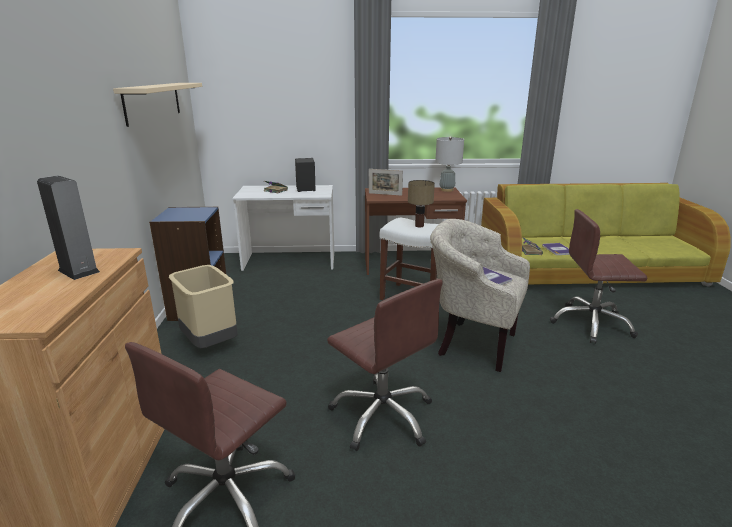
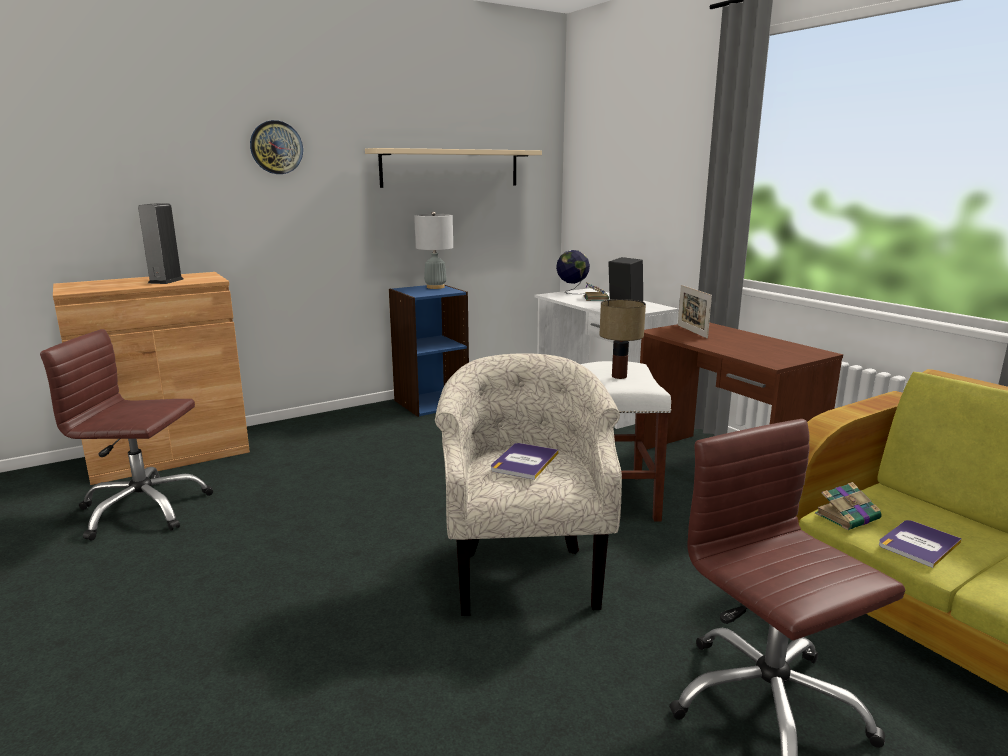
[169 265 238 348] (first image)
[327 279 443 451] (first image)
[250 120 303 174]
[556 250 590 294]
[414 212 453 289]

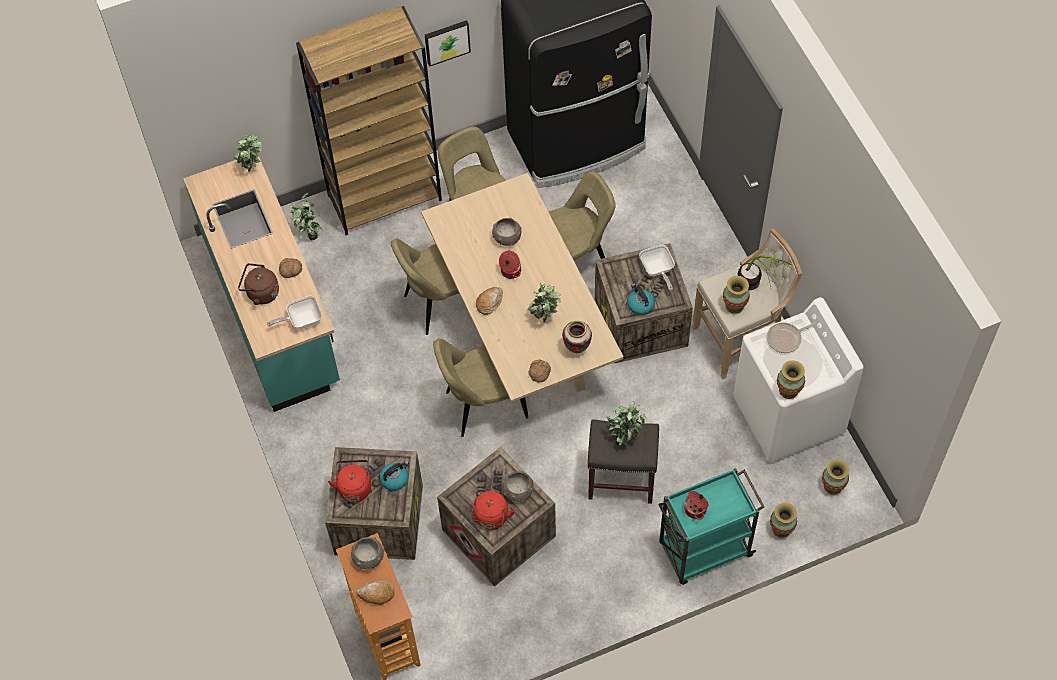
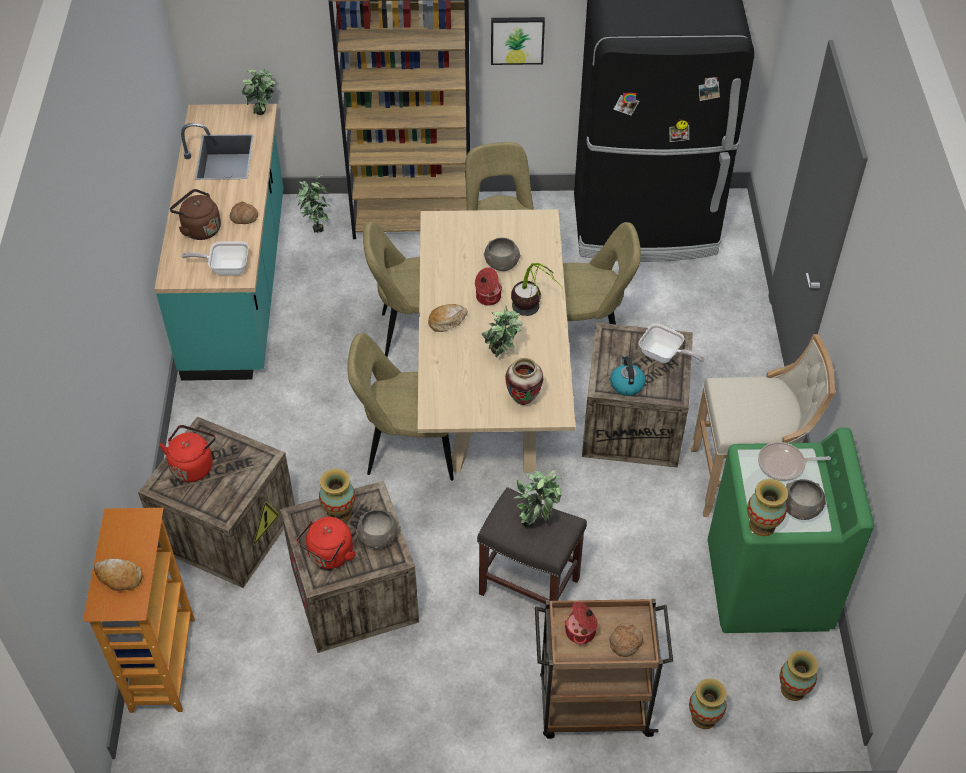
[379 461 409 491] (first image)
[786 479 826 520]
[609 623 643 657]
[319 469 355 522]
[511 263 563 316]
[535 599 673 739]
[708 428 874 633]
[639 323 705 363]

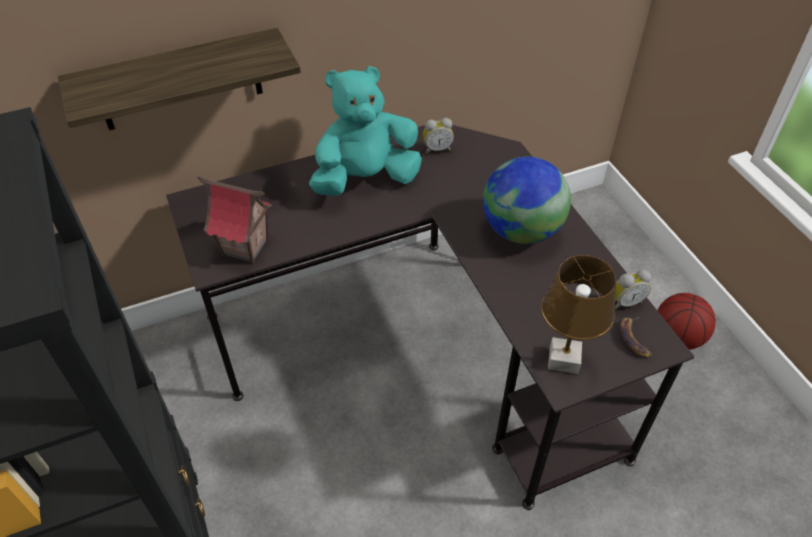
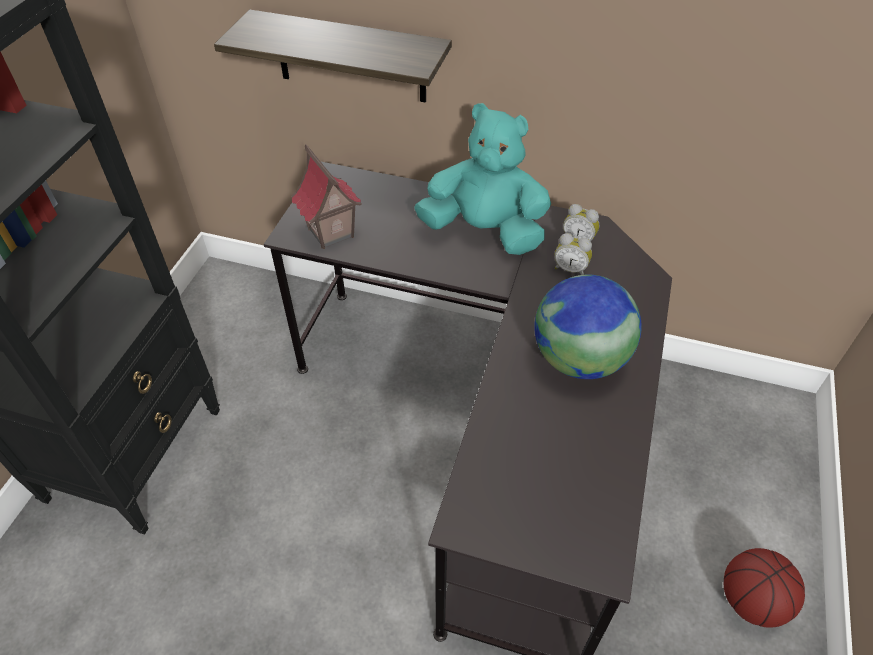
[541 255 617 374] (first image)
[619 317 652 357] (first image)
[554 233 592 275]

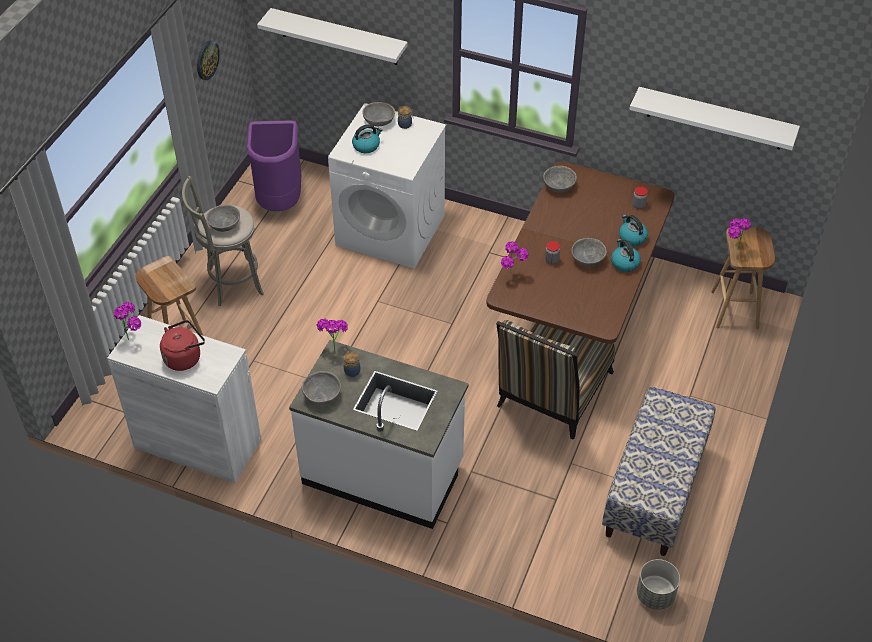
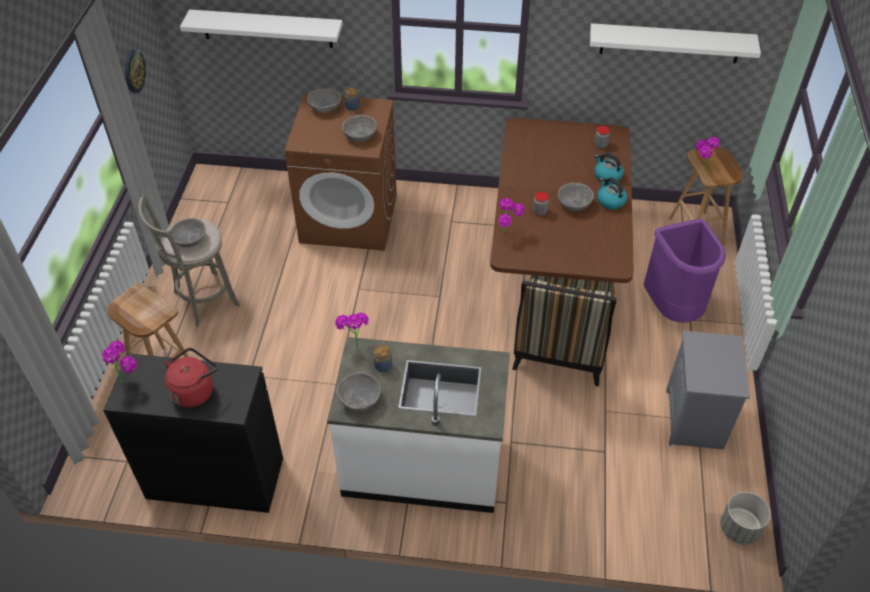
[352 124 382 153] (first image)
[644 219 726 323]
[342 115 377 142]
[666 331 750 450]
[103 353 283 513]
[284 93 397 251]

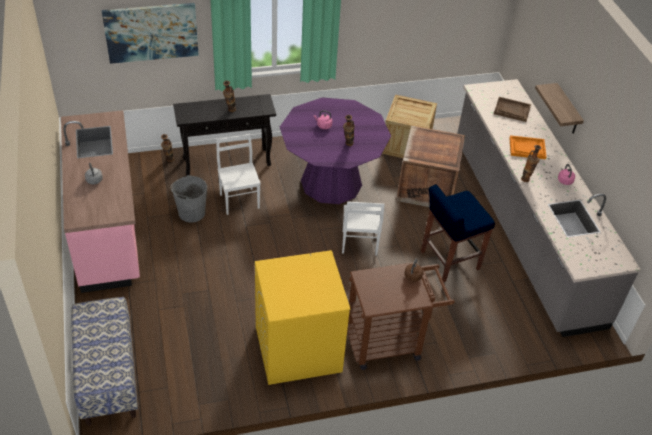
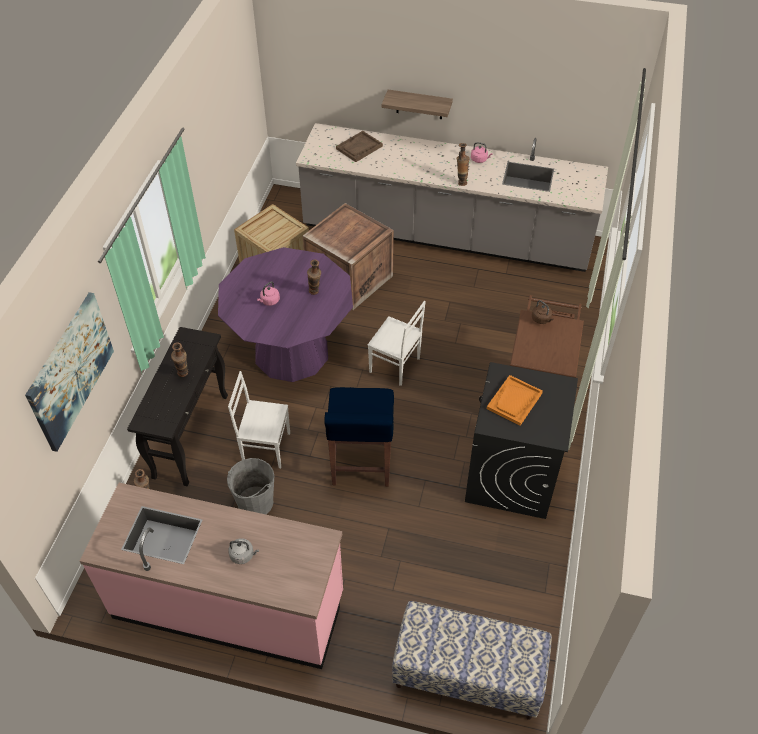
[324 387 394 487]
[487 375 543 426]
[465 362 578 519]

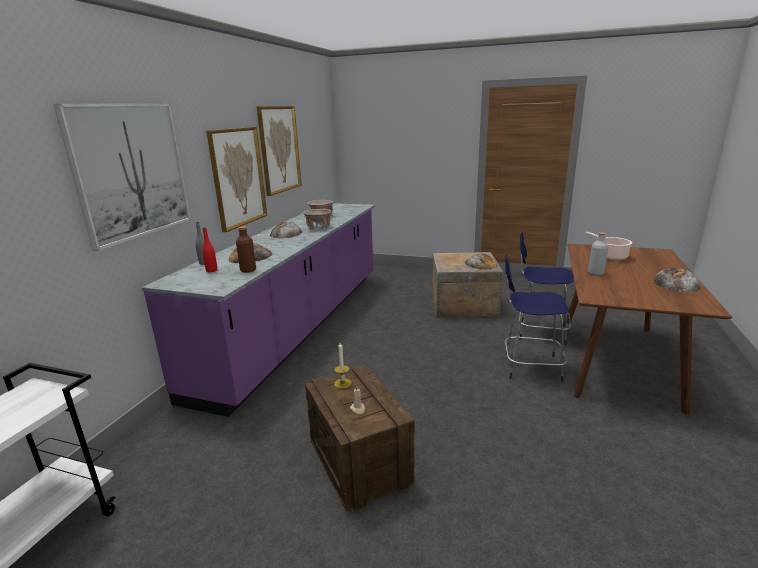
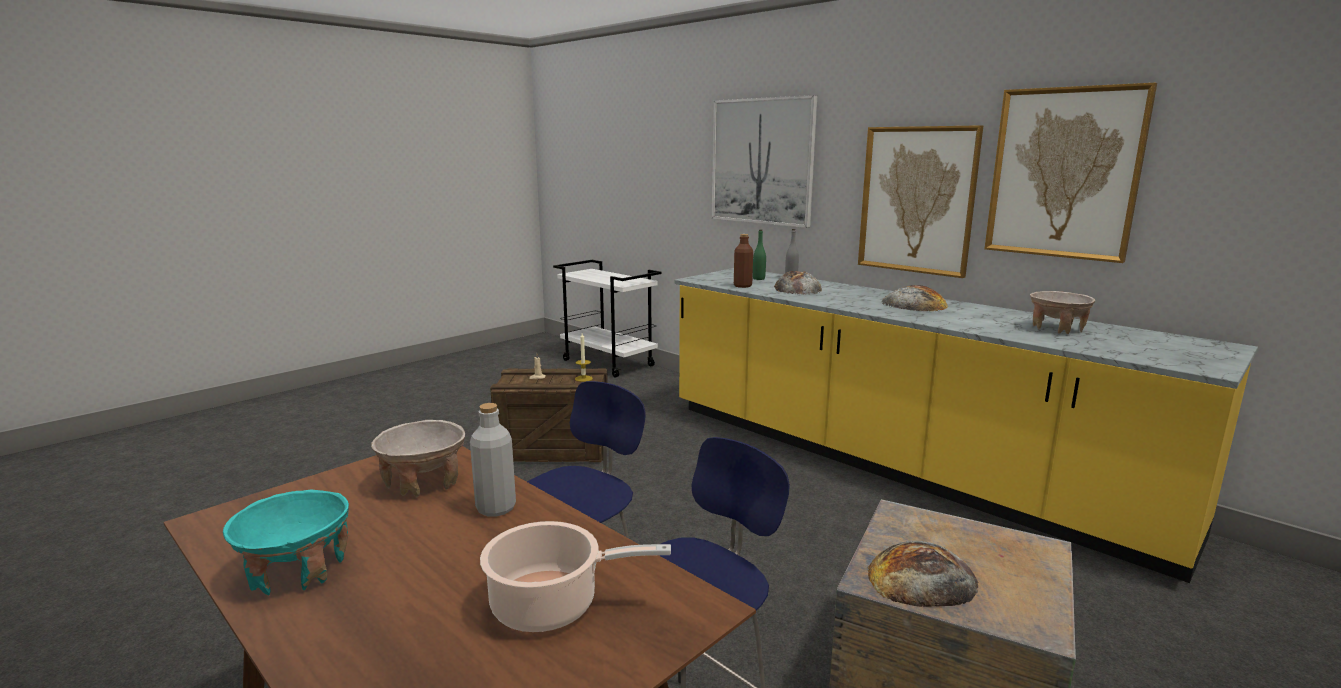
[371 420 465 497]
[223 490 349 595]
[675 268 1258 583]
[753 229 766 280]

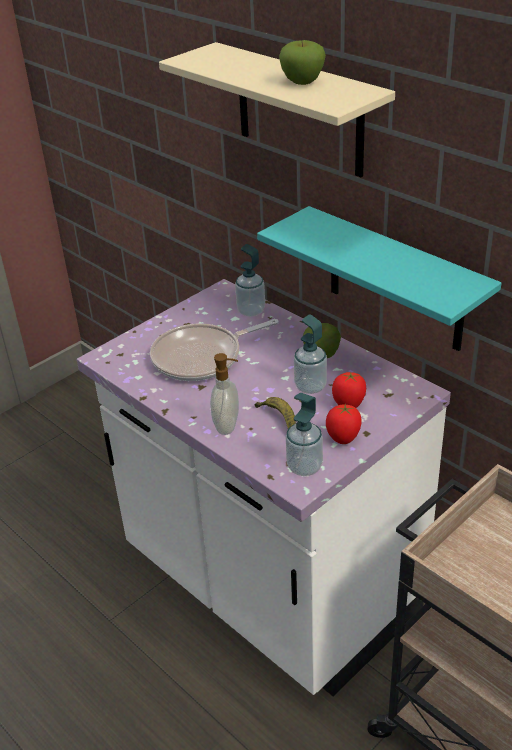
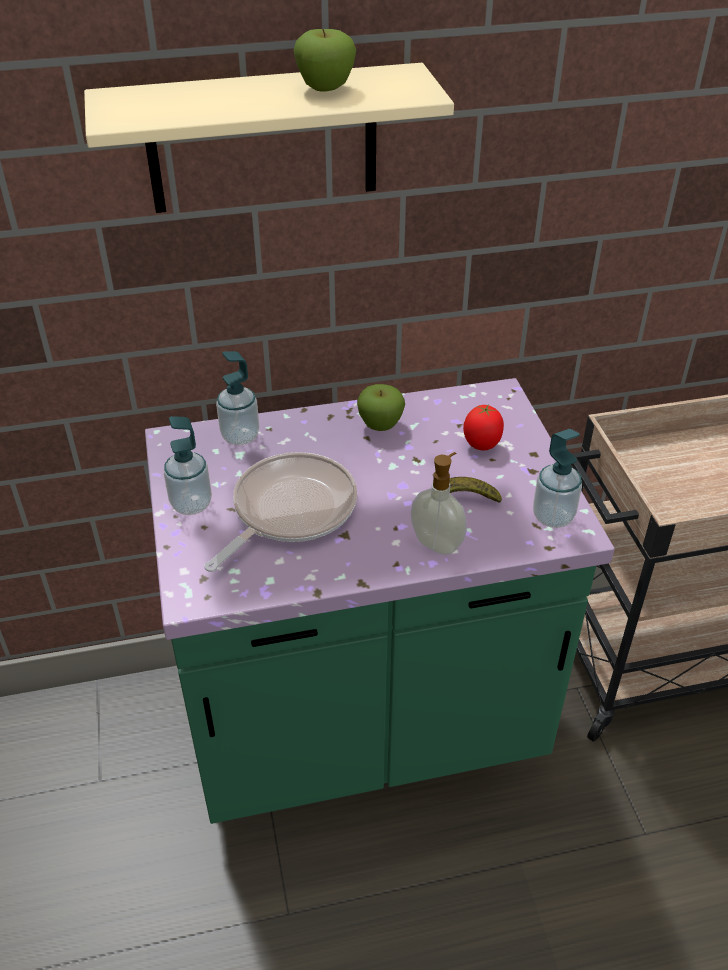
[257 206 502 351] (first image)
[326 404 362 444] (first image)
[164 416 211 515]
[145 378 615 824]
[204 452 357 572]

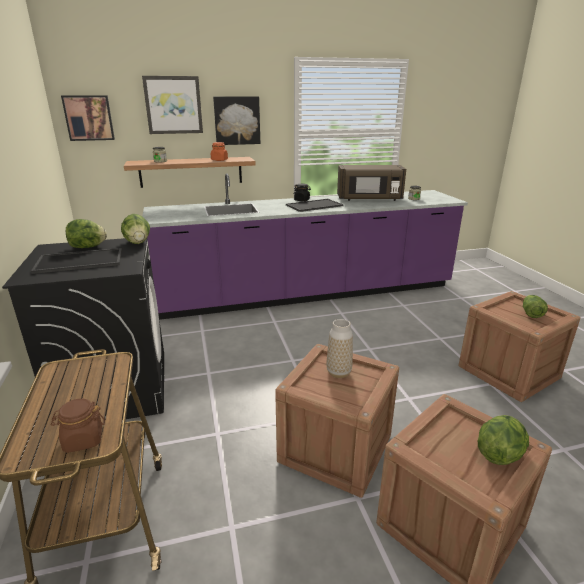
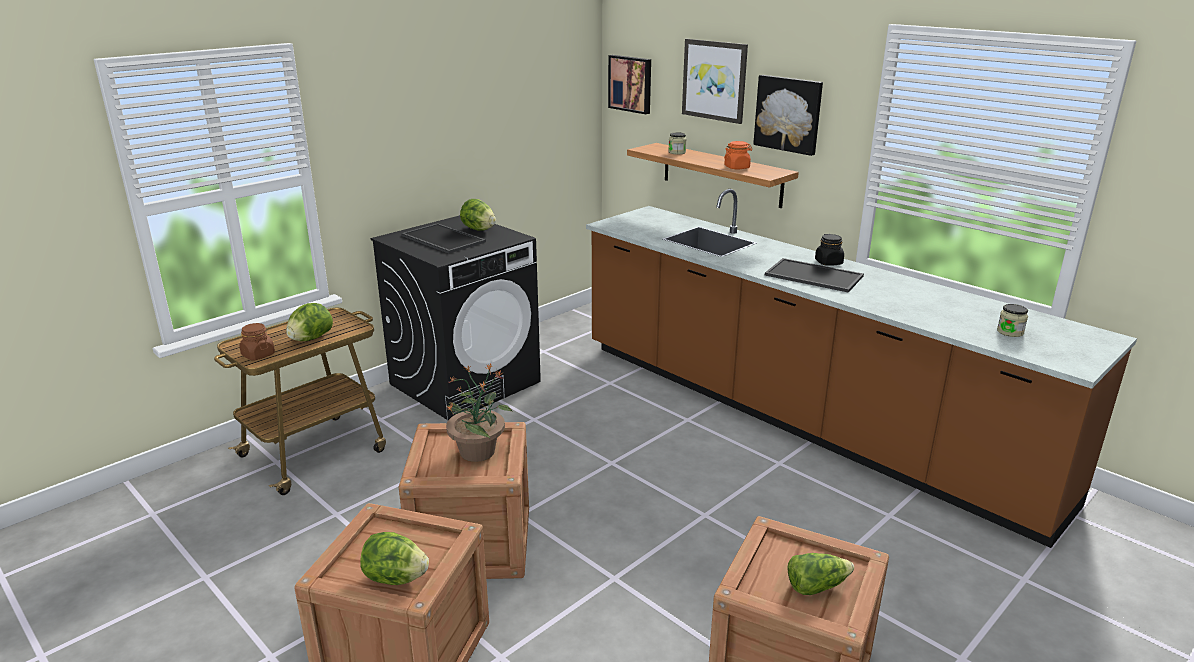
[337 165 406 201] (first image)
[286 303 333 341]
[446 363 513 462]
[586 189 1137 548]

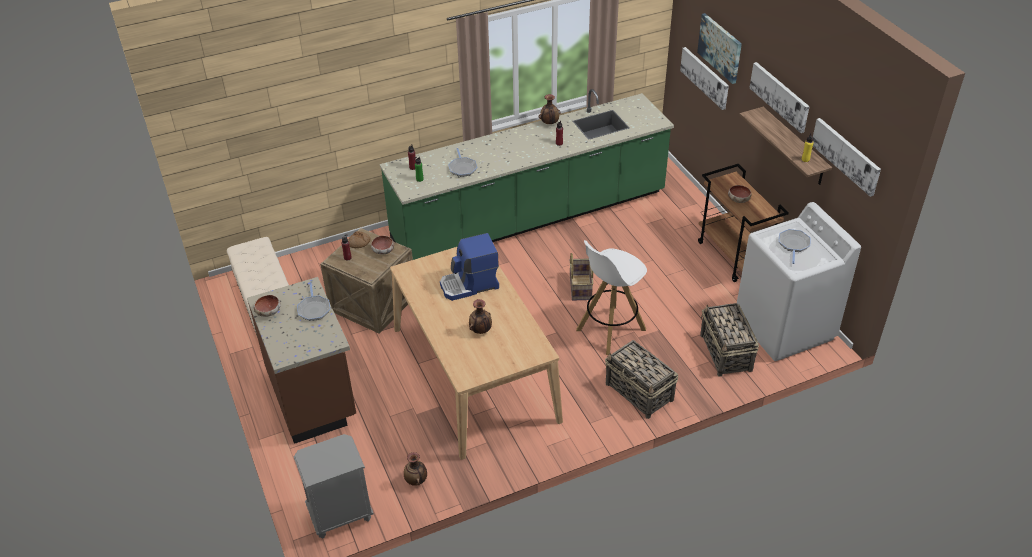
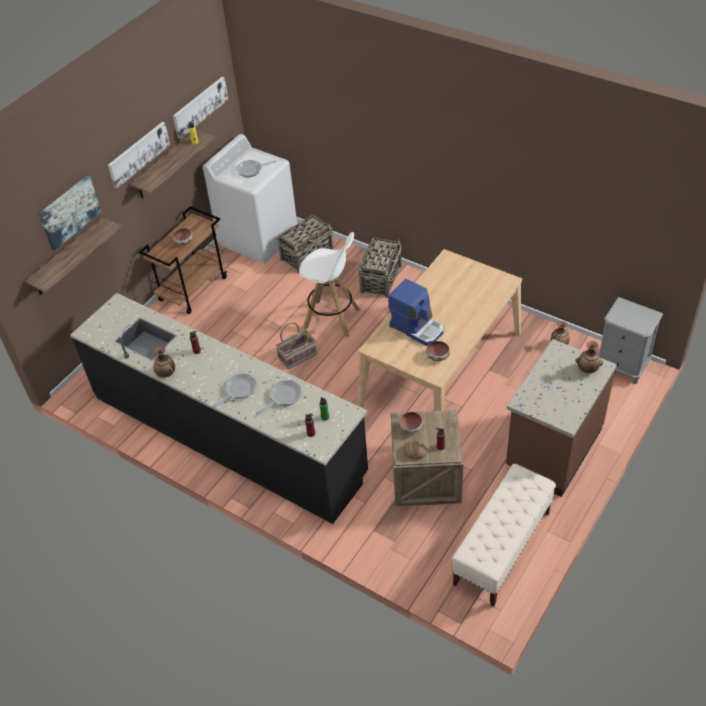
[426 341 450 361]
[214 374 256 407]
[576 341 603 373]
[25 217 122 295]
[70 293 368 524]

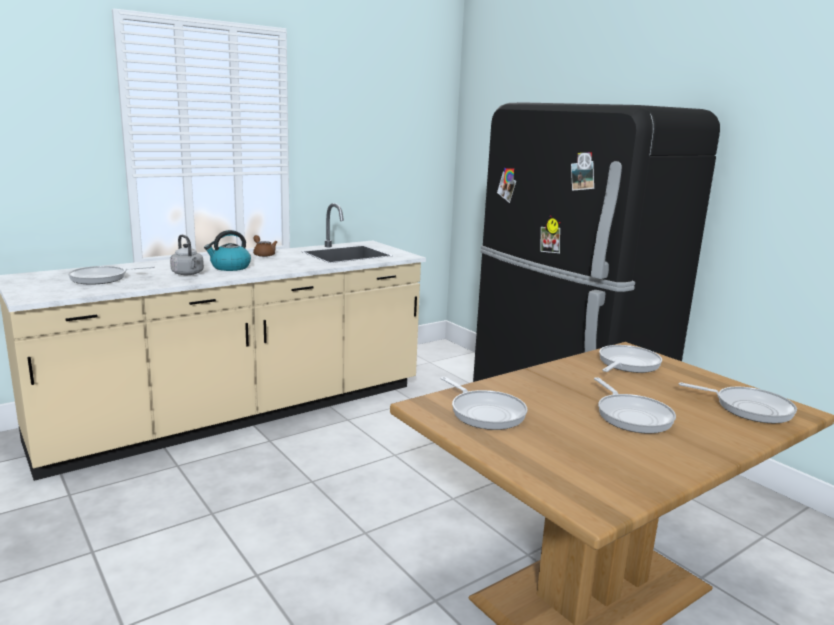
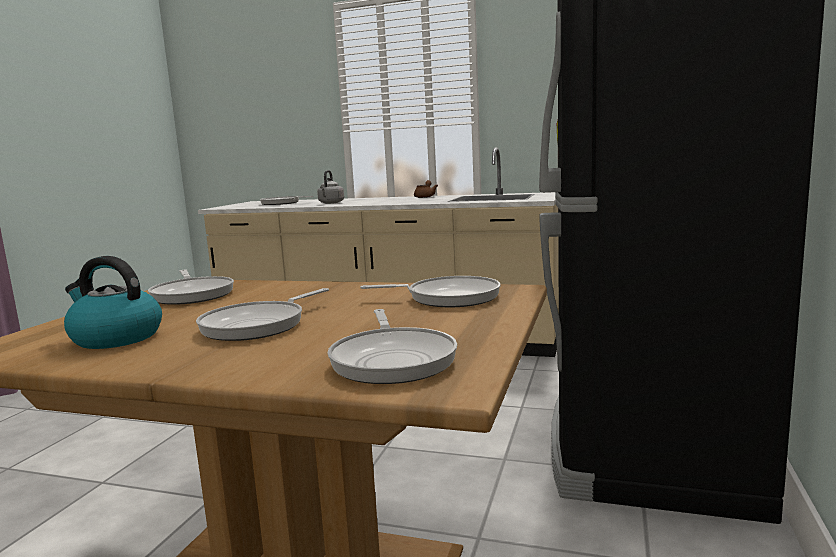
[64 256 162 349]
[148 270 234 305]

